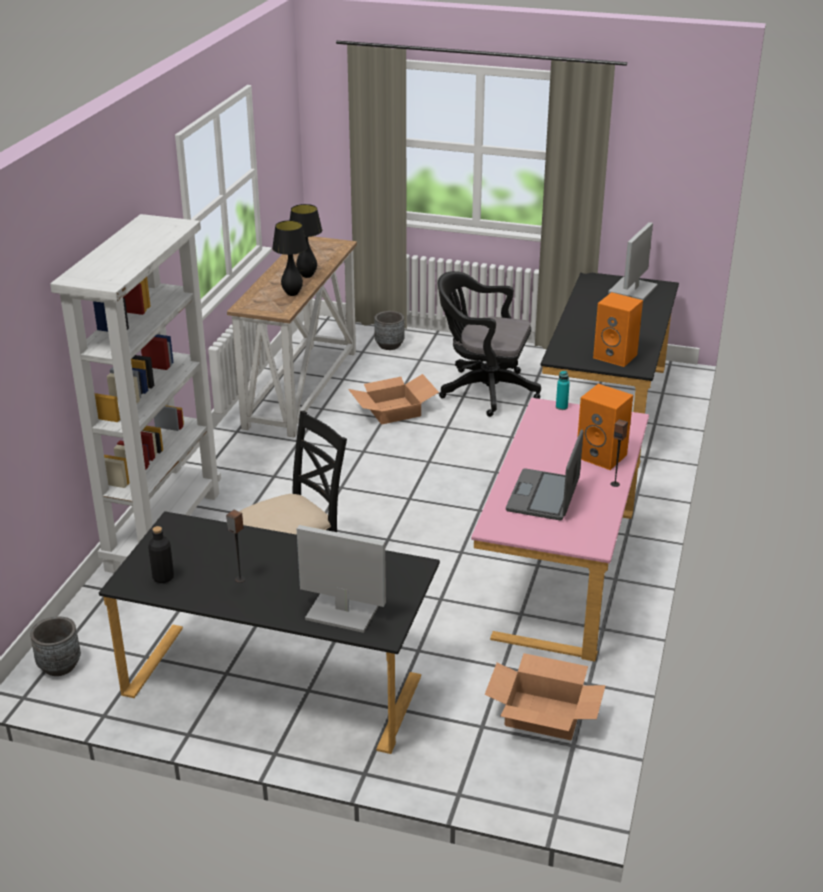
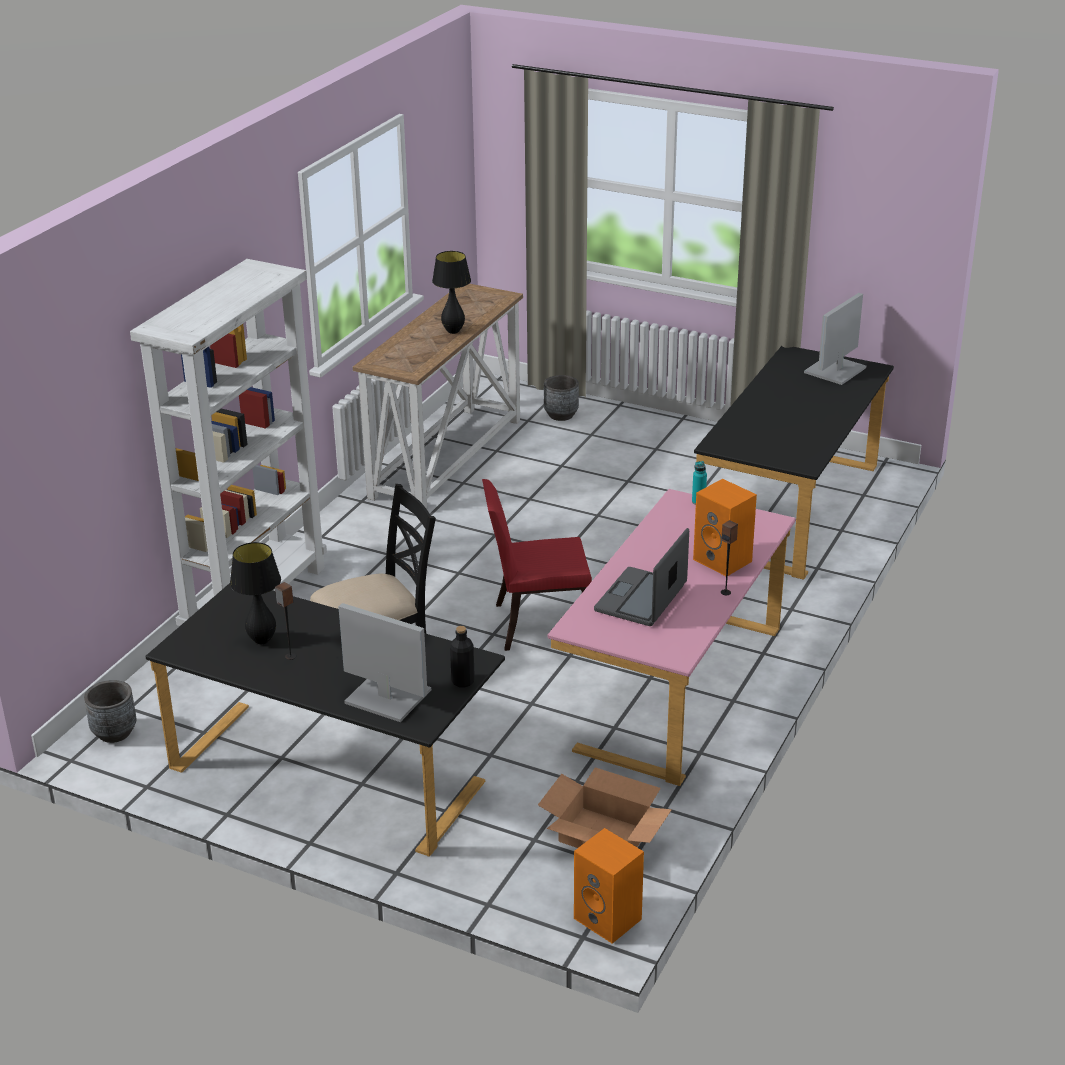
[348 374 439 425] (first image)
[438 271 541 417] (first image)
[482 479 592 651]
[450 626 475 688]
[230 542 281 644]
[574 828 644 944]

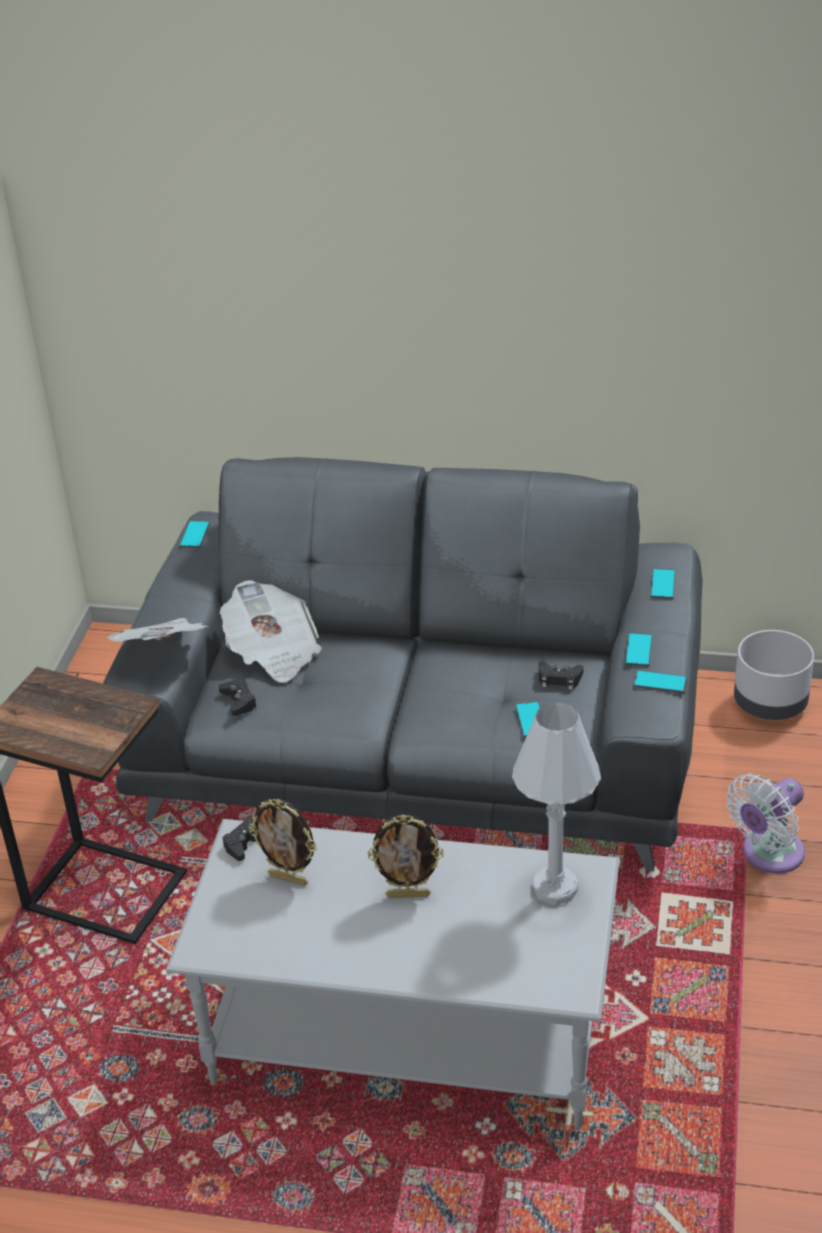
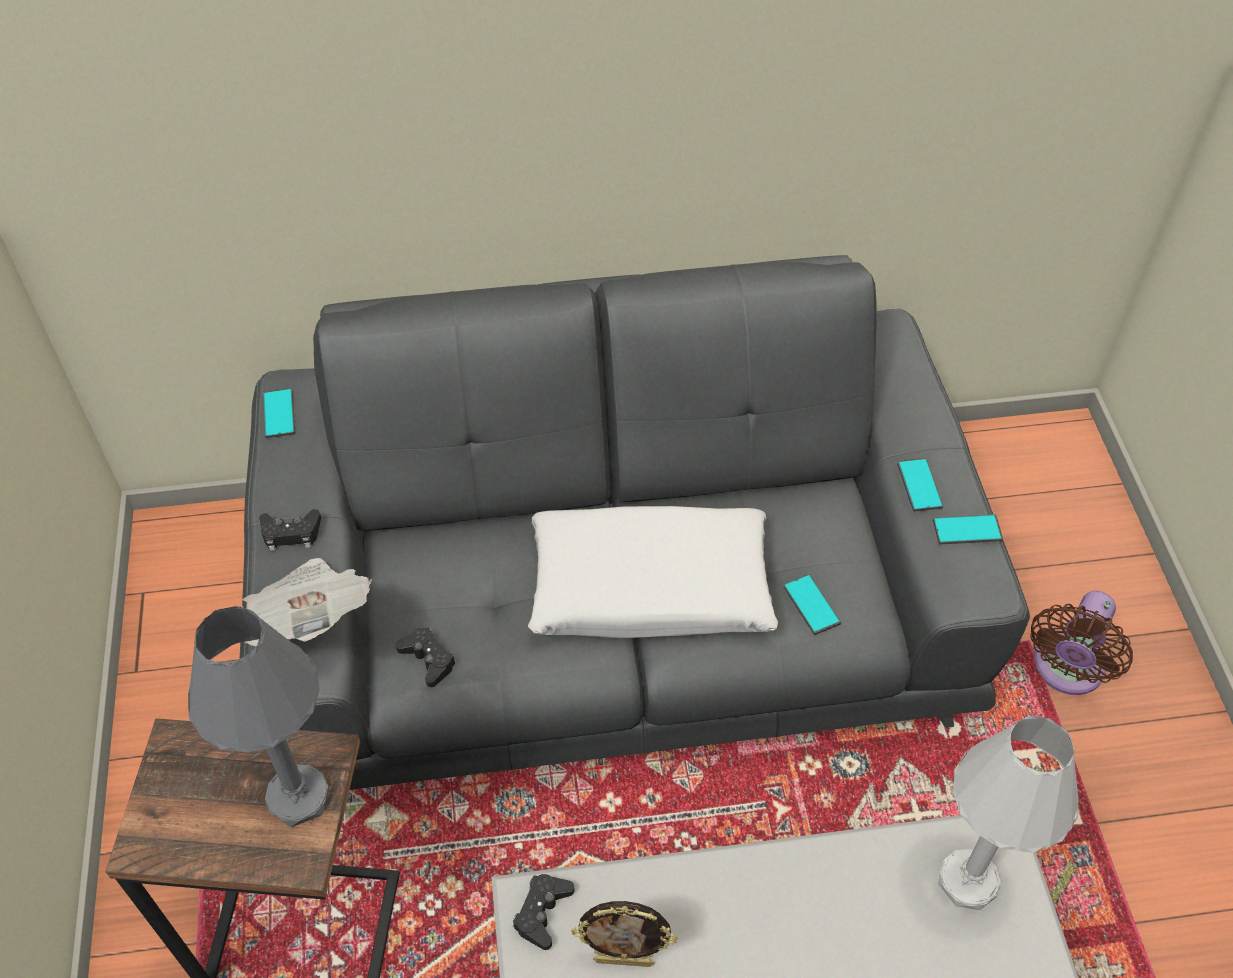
[220 580 322 683] (first image)
[368 814 444 898] (first image)
[650 568 676 599] (first image)
[734 630 814 720] (first image)
[188 606 330 827]
[528 506 778 638]
[259 509 321 551]
[1030 591 1133 695]

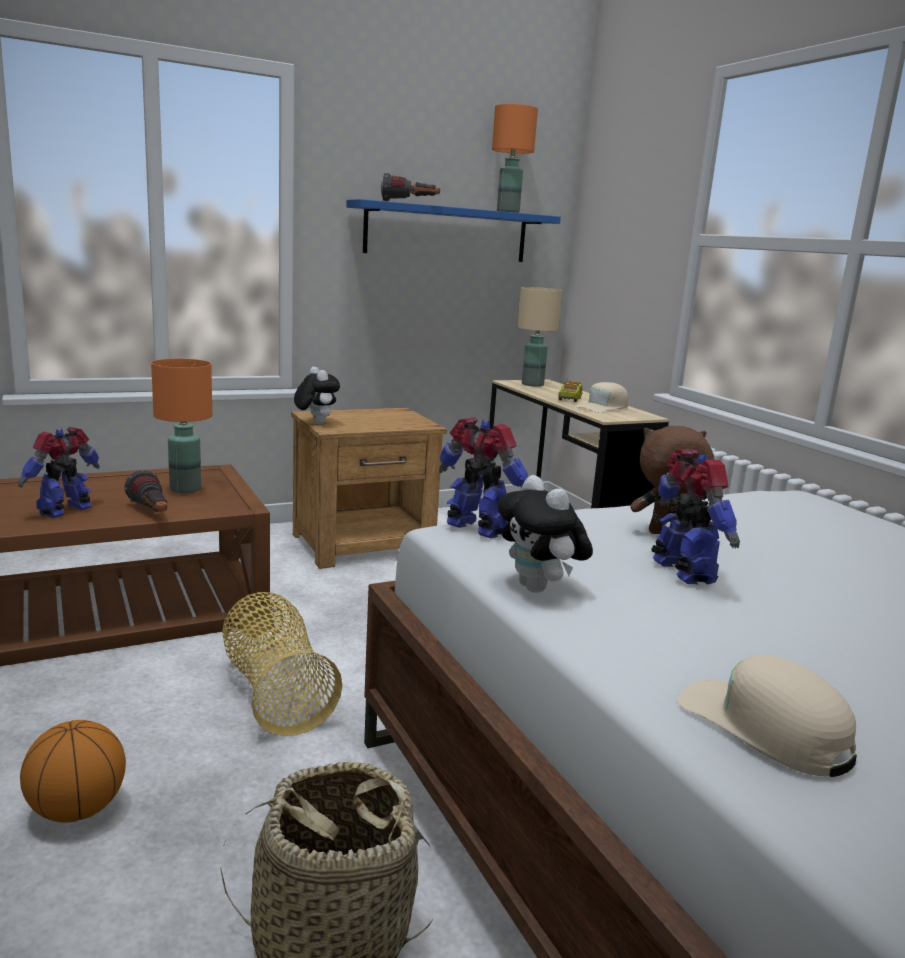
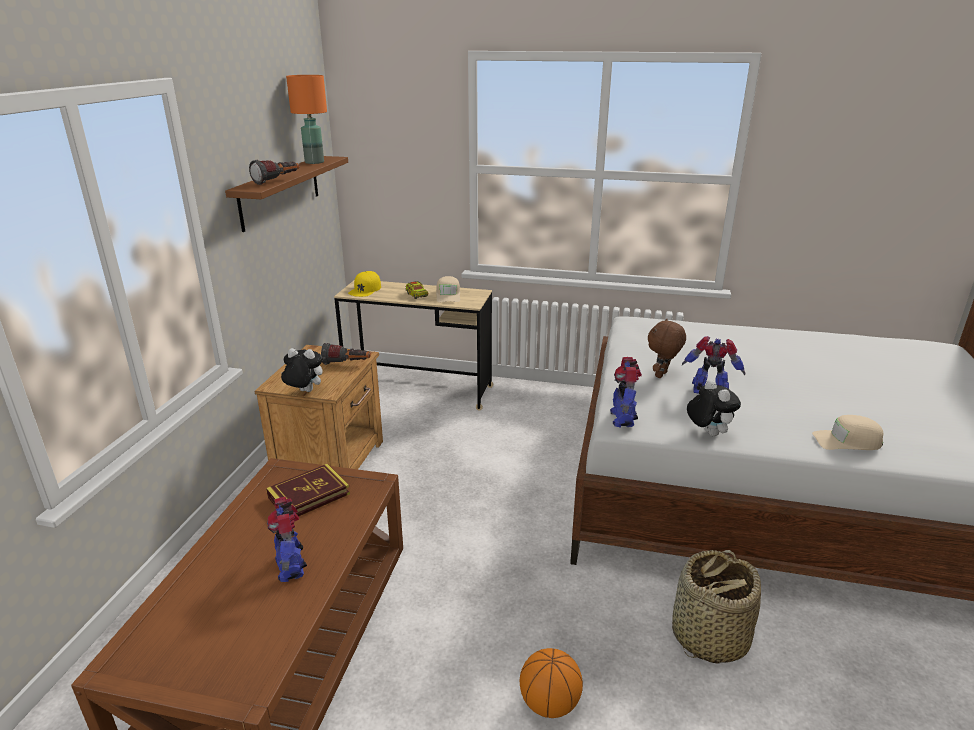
[222 592 342 736] (first image)
[321 343 371 365]
[266 464 350 516]
[348 271 381 297]
[225 156 348 232]
[610 357 642 427]
[687 380 741 436]

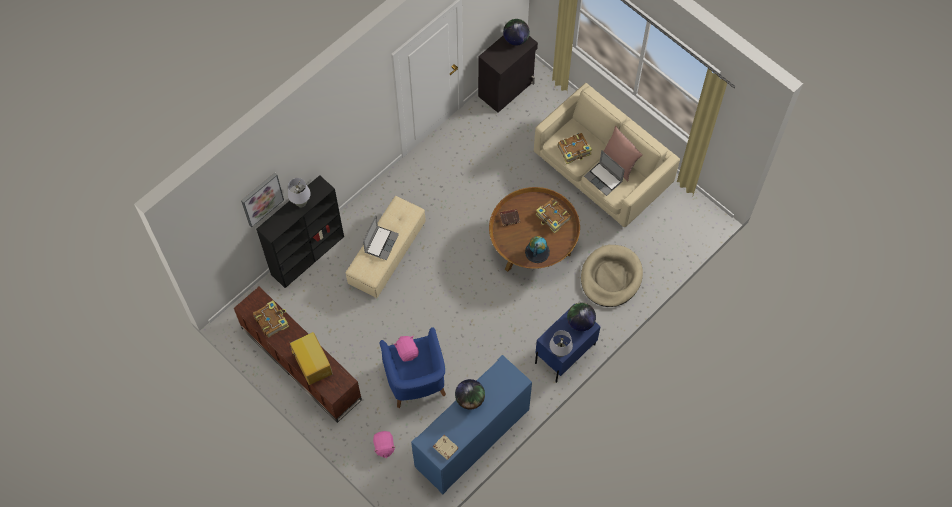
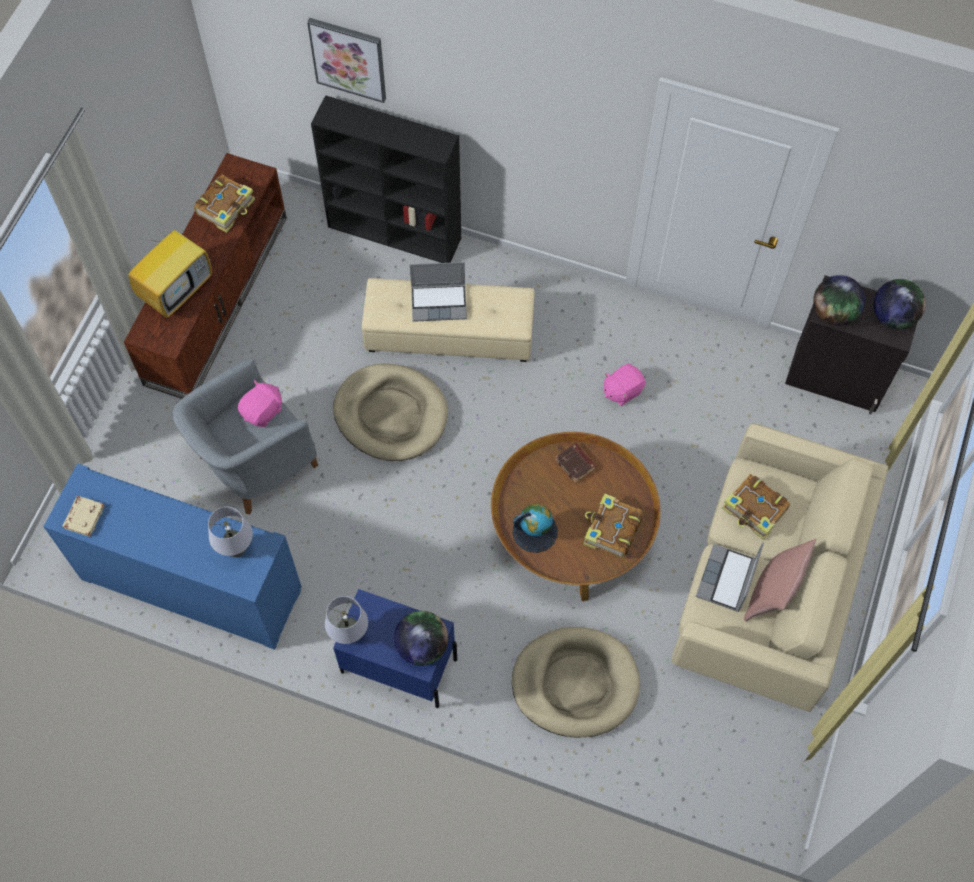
[333 363 448 461]
[208 507 253 557]
[604 364 646 406]
[813 275 865 326]
[173 358 318 514]

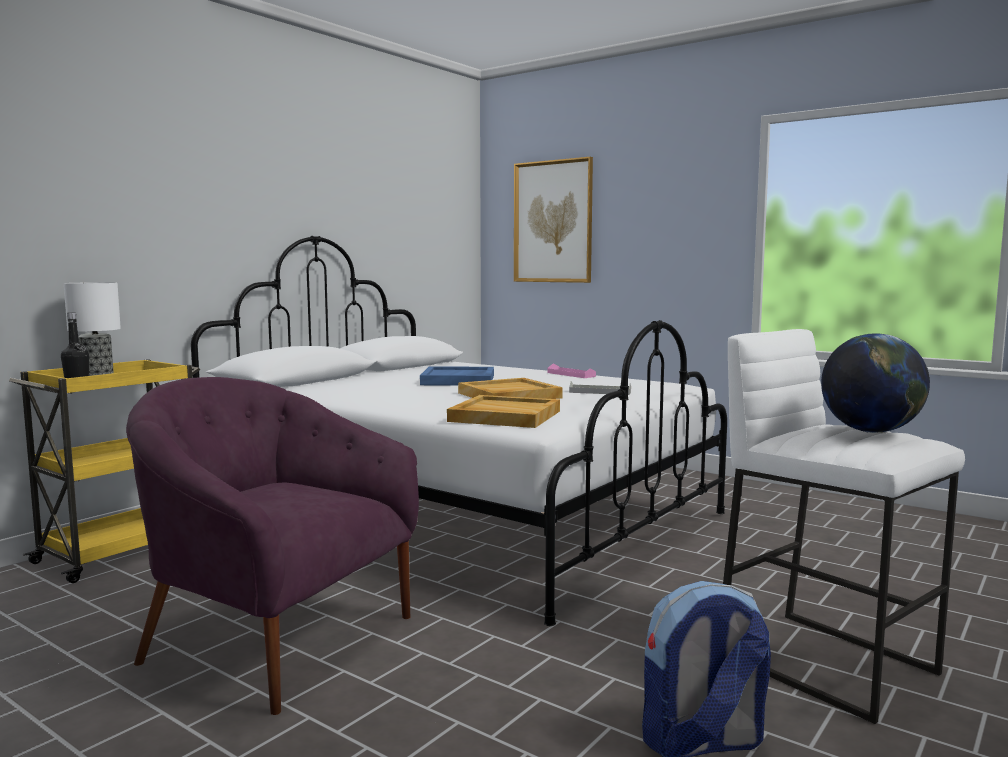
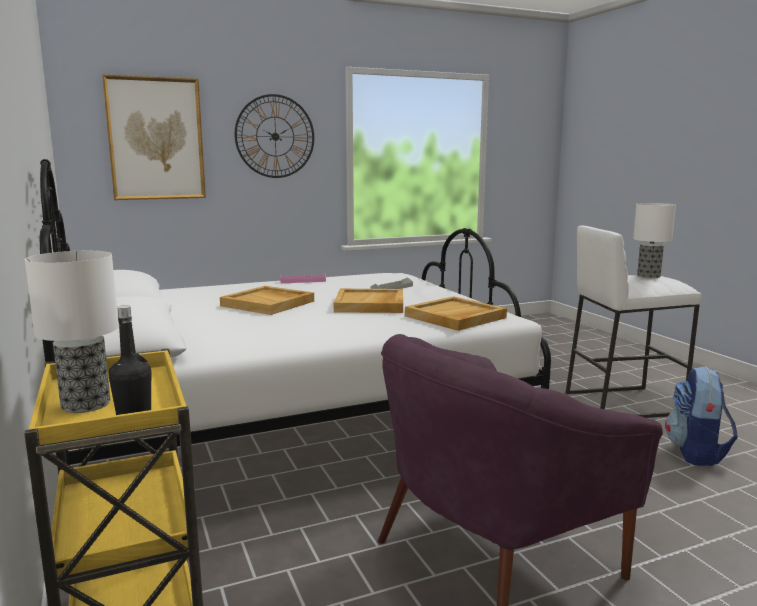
[235 94 314 178]
[633 203 676 278]
[220 286 314 315]

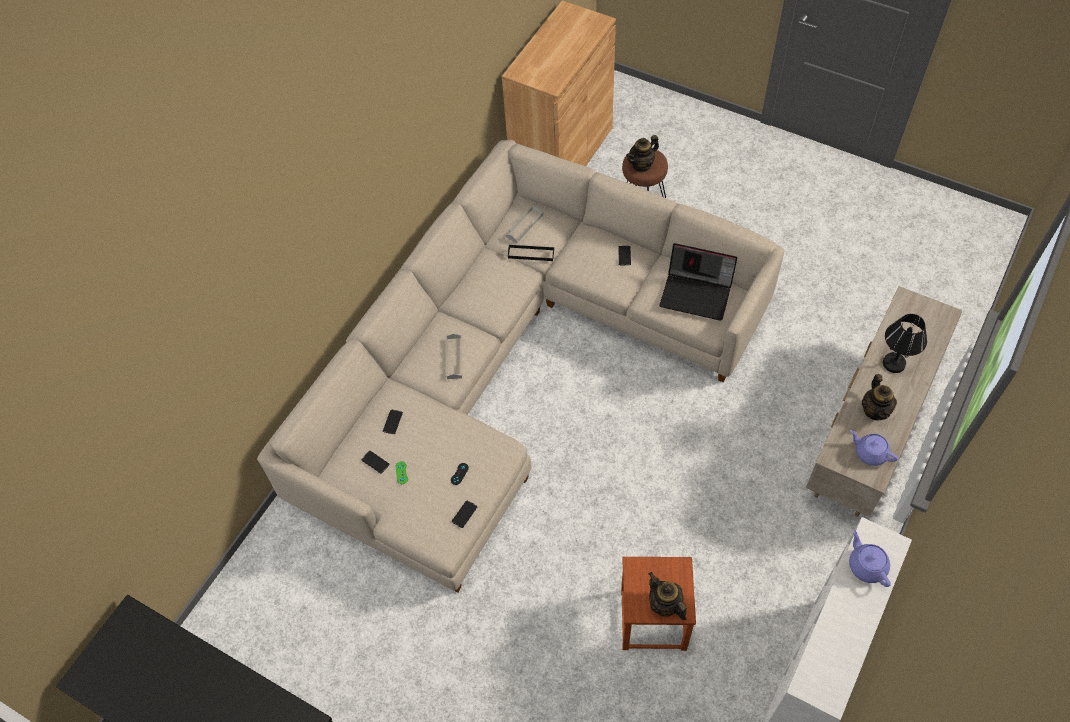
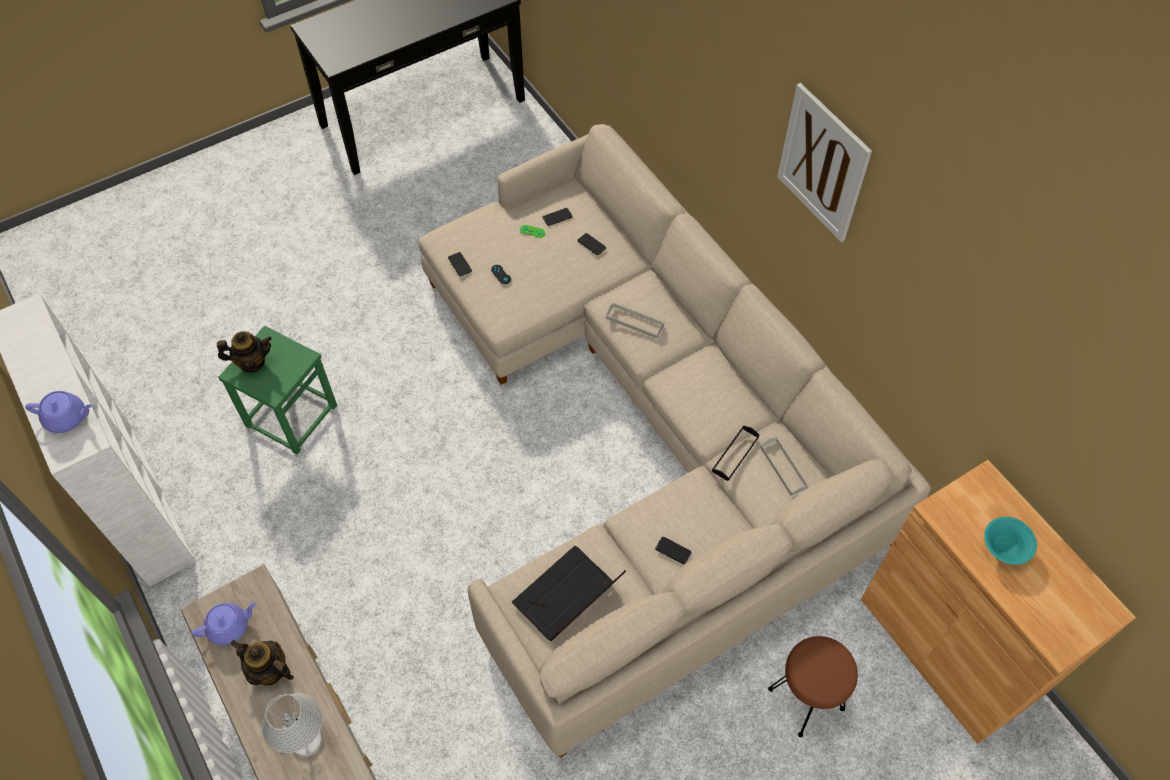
[626 135 659 173] (first image)
[777 83 872 242]
[984 517 1037 565]
[218 326 337 455]
[262 693 323 757]

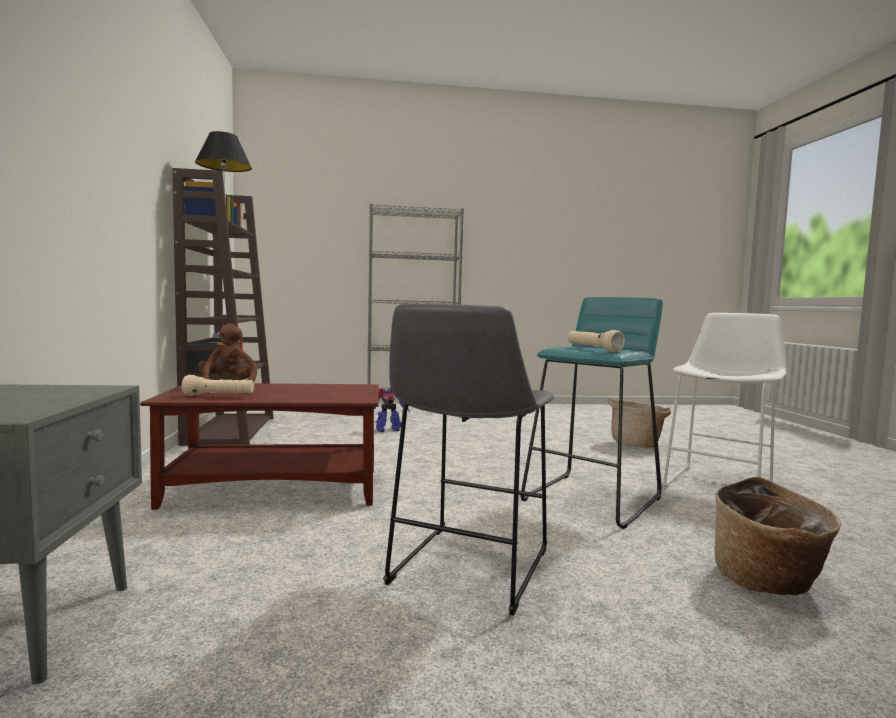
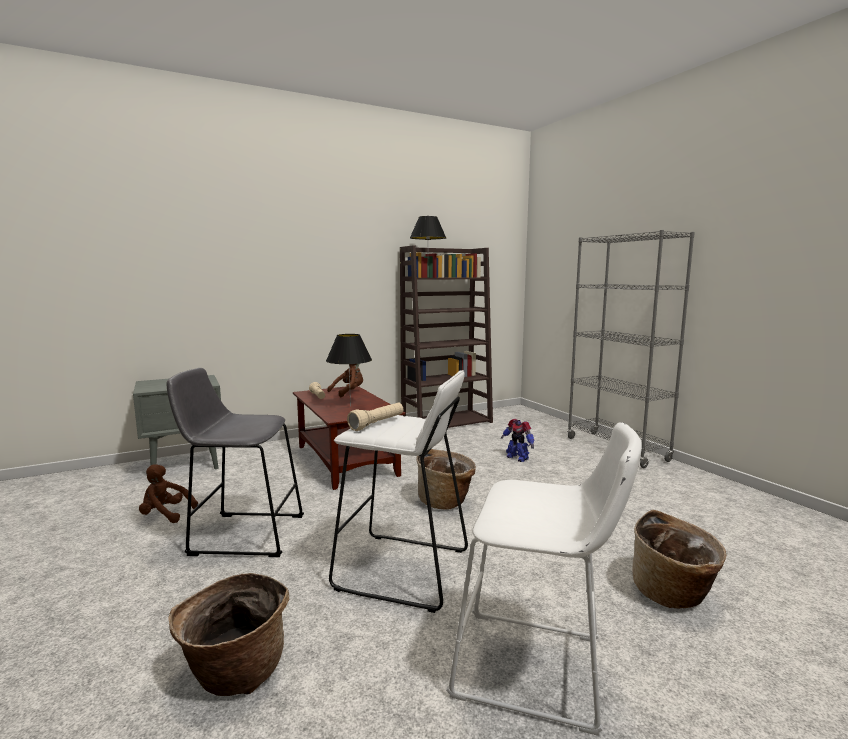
[139 464 198 523]
[326 334 372 407]
[416 449 476 510]
[329 370 468 613]

